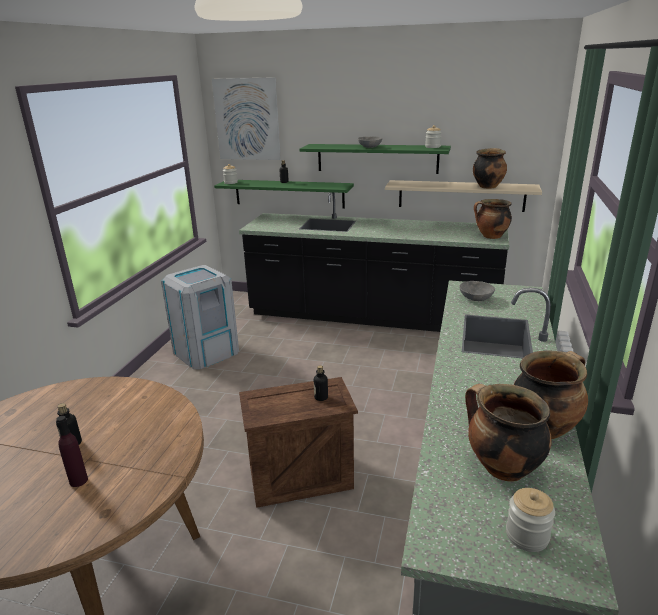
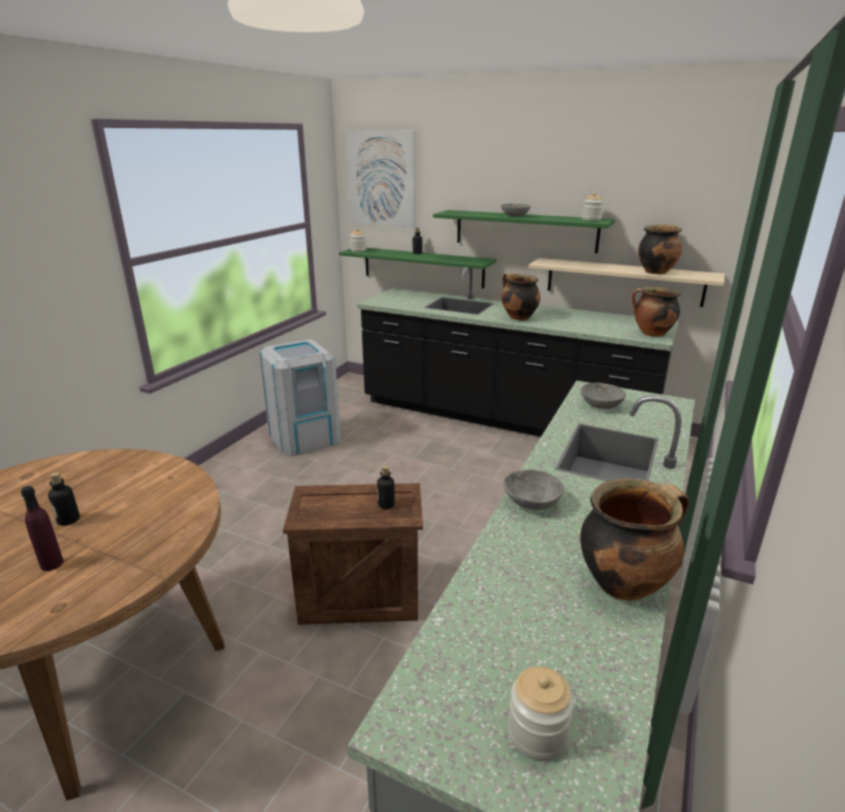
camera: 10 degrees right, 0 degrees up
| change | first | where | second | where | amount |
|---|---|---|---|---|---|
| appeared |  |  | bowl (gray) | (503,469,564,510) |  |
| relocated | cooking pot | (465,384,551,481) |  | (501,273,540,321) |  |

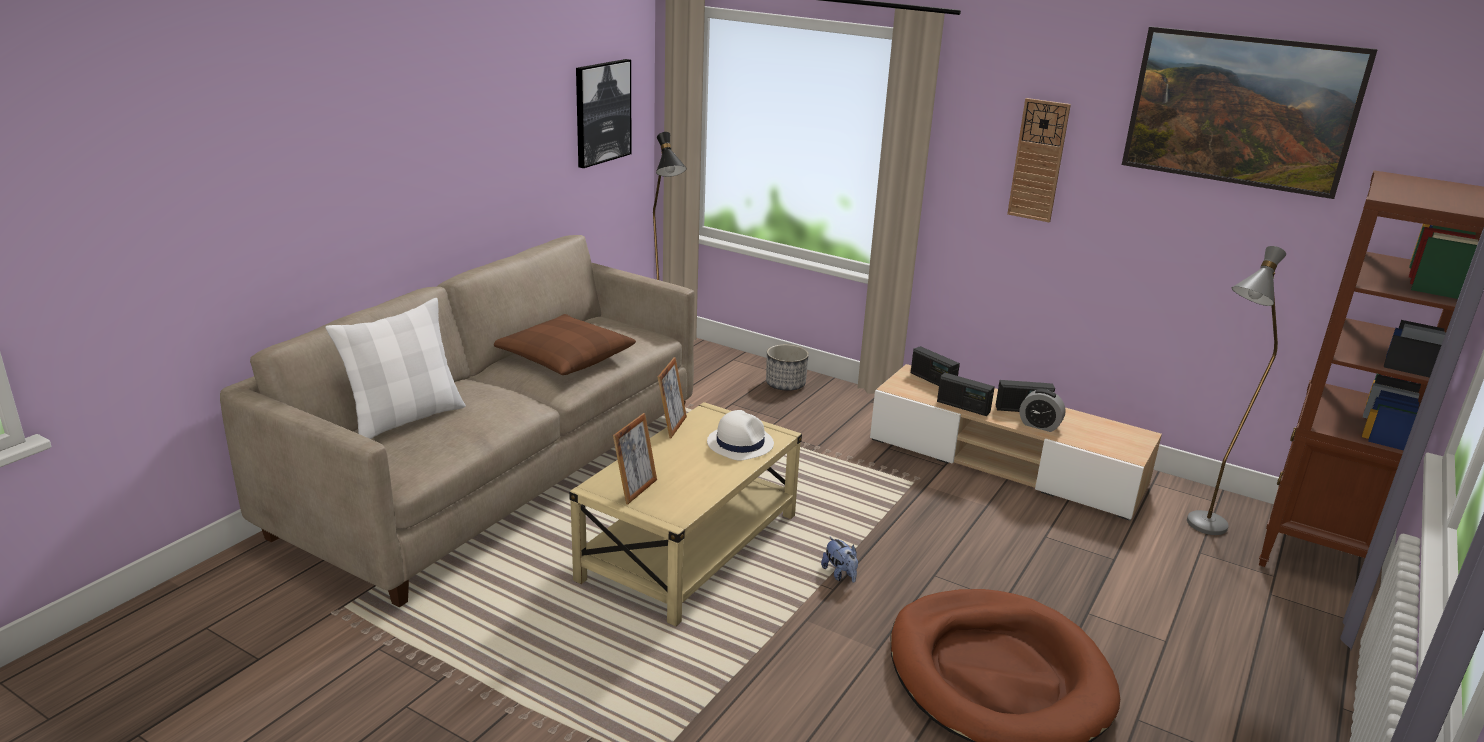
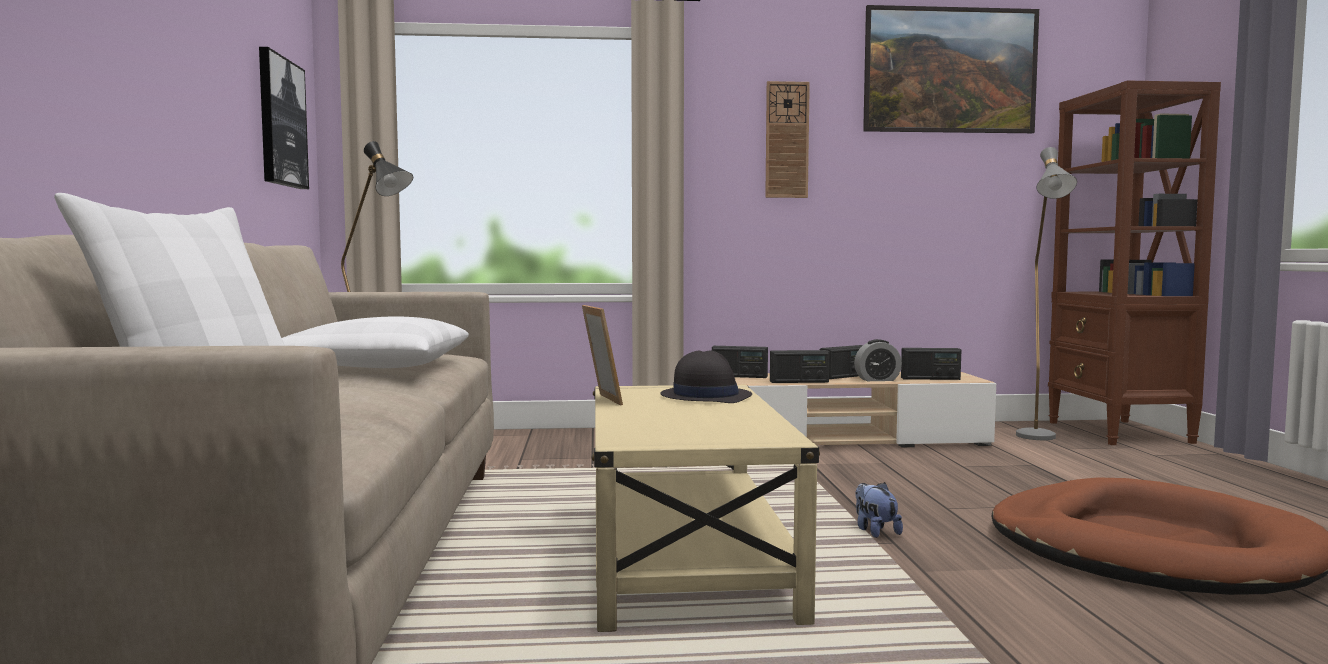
camera: 35 degrees left, 20 degrees down
| change | first | where | second | where | amount |
|---|---|---|---|---|---|
| missing | photo frame | (613,413,657,504) |  |  |  |
| missing | plant pot | (766,344,809,391) |  |  |  |
| appeared |  |  | radio set | (901,348,961,380) |  |
| colour | throw pillow (brown) | (494,314,636,375) | throw pillow (white-coloured) | (282,317,469,368) |  |
| colour | hat (white-coloured) | (707,410,774,460) | hat (blackish) | (660,350,752,403) |  |
| spun | cuddly toy | (821,536,858,583) |  | (855,482,903,538) | 135 degrees counterclockwise |

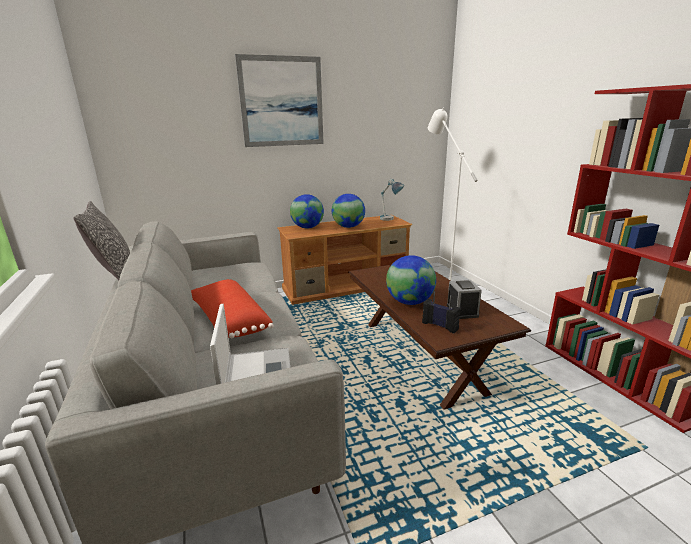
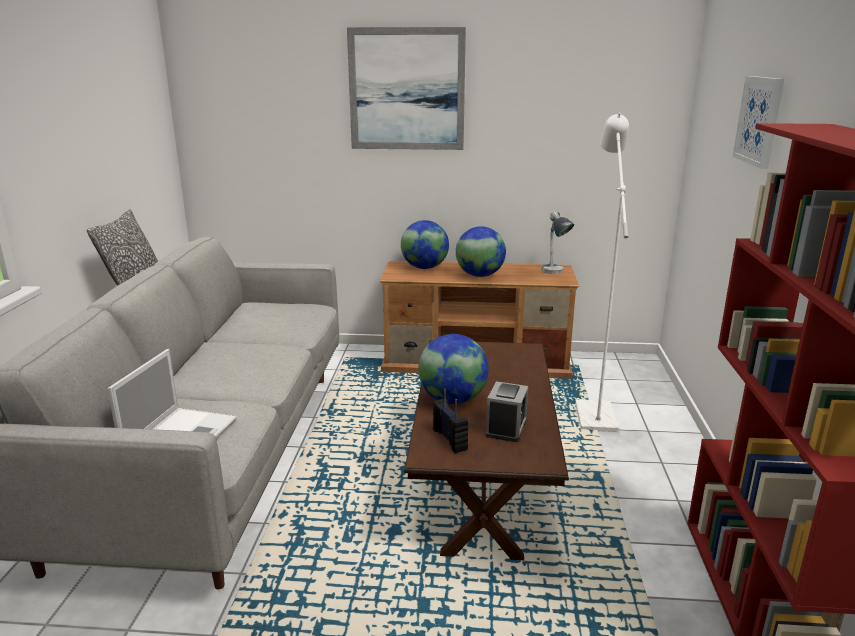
camera: 25 degrees right, 0 degrees up
| change | first | where | second | where | amount |
|---|---|---|---|---|---|
| missing | throw pillow (red) | (191,279,274,338) |  |  |  |
| appeared |  |  | wall picture | (733,76,784,169) |  |

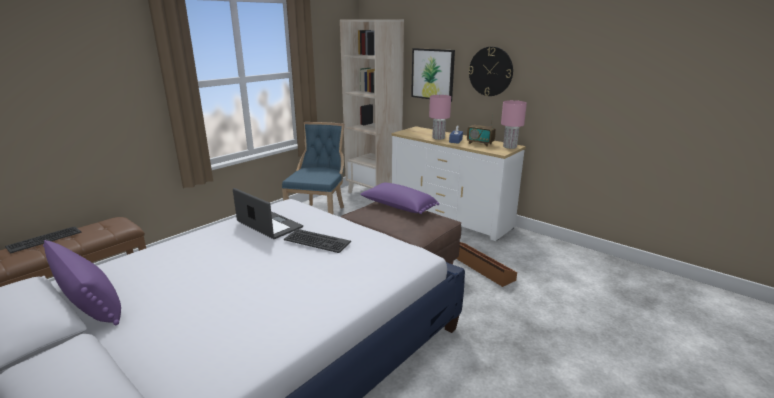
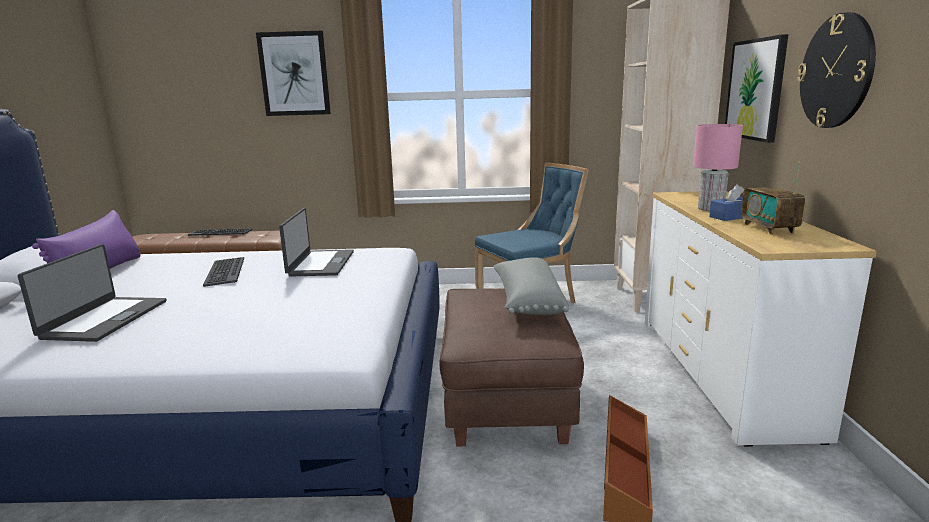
camera: 50 degrees right, 5 degrees down
| change | first | where | second | where | amount |
|---|---|---|---|---|---|
| missing | lamp for a table (pink) | (501,100,527,149) |  |  |  |
| appeared |  |  | notebook computer | (18,244,167,342) |  |
| appeared |  |  | wall picture | (256,31,331,116) |  |
| relocated | keyboard | (284,229,351,253) |  | (203,257,244,287) |  |
| colour | throw pillow (purple-coloured) | (360,183,439,214) | throw pillow (gray) | (493,257,569,315) |  |

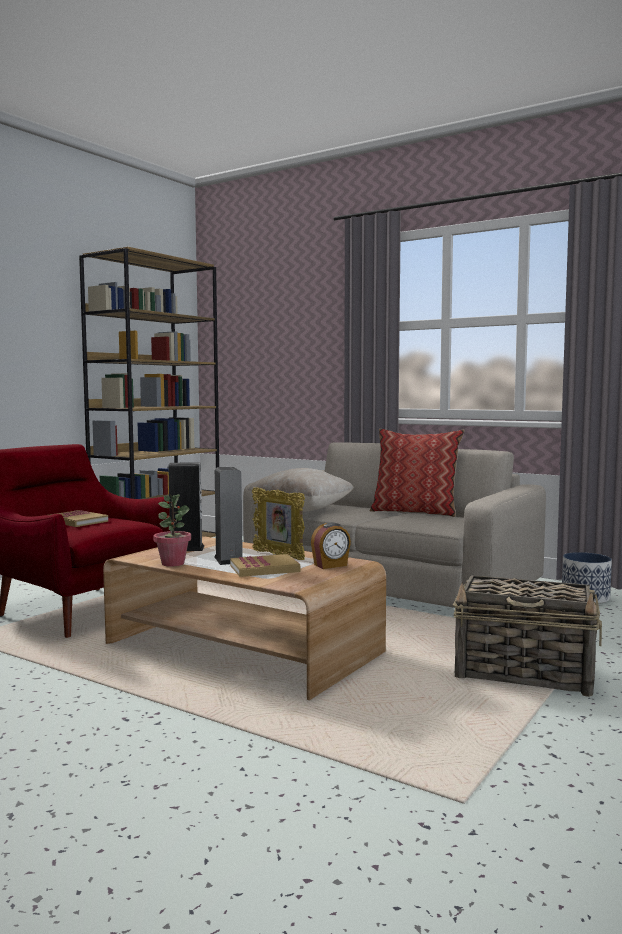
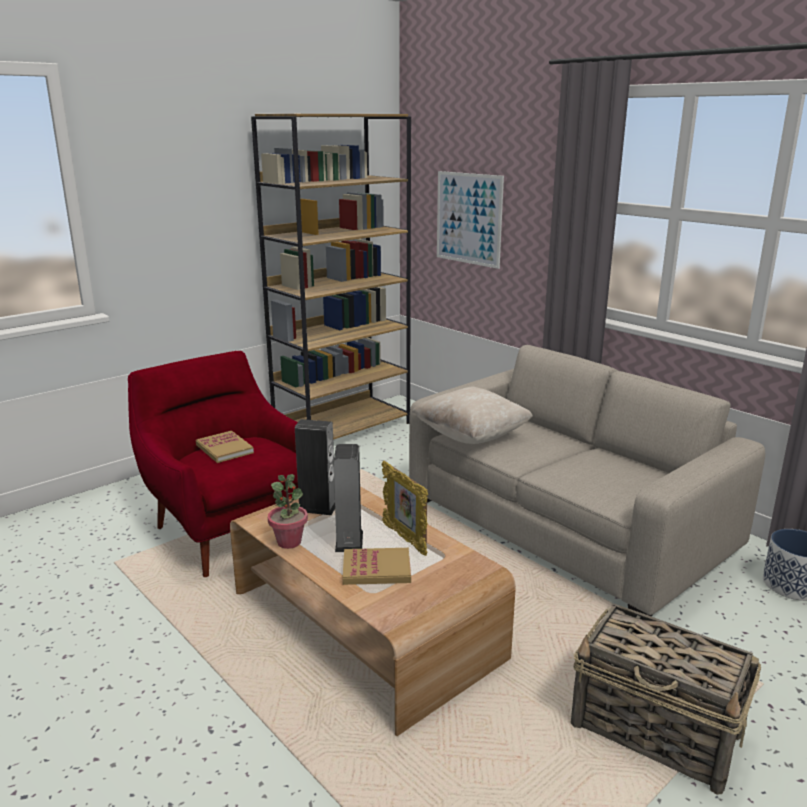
camera: 15 degrees right, 15 degrees up
| change | first | where | second | where | amount |
|---|---|---|---|---|---|
| missing | bedside clock | (311,522,351,569) |  |  |  |
| missing | throw pillow | (370,429,465,517) |  |  |  |
| appeared |  |  | wall picture | (437,171,504,269) |  |

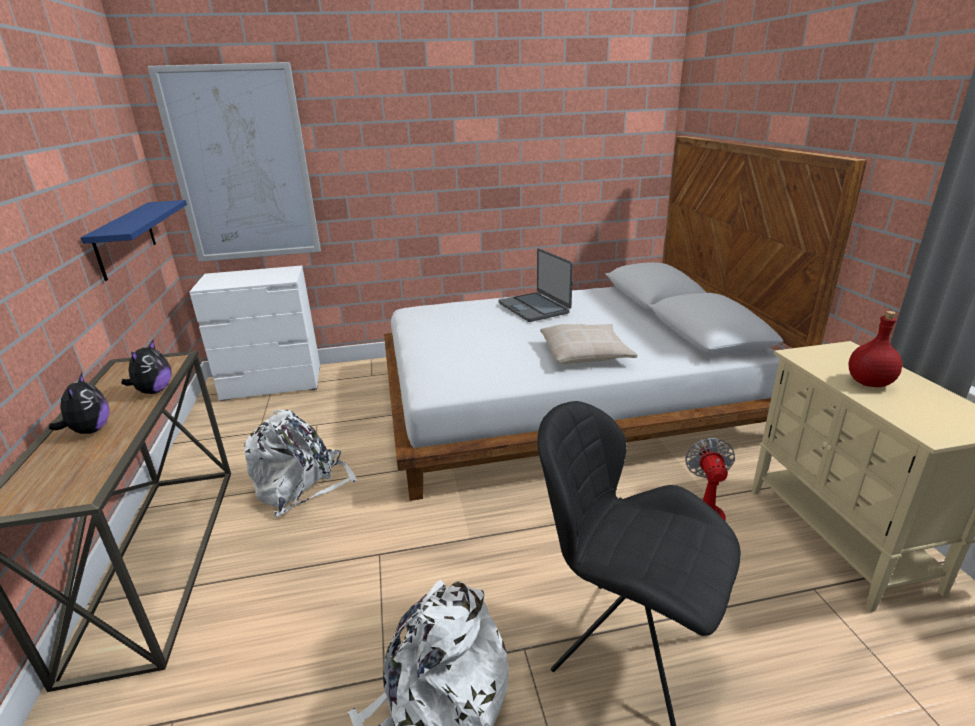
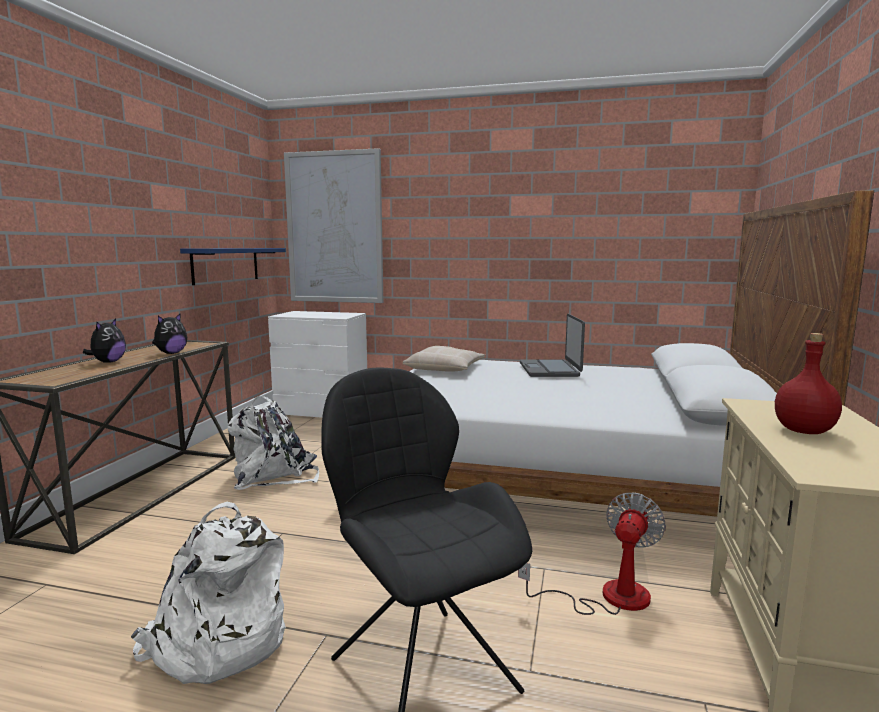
camera: 25 degrees right, 15 degrees down
| change | first | where | second | where | amount |
|---|---|---|---|---|---|
| relocated | throw pillow (beige) | (540,324,638,364) |  | (403,346,485,372) |  |

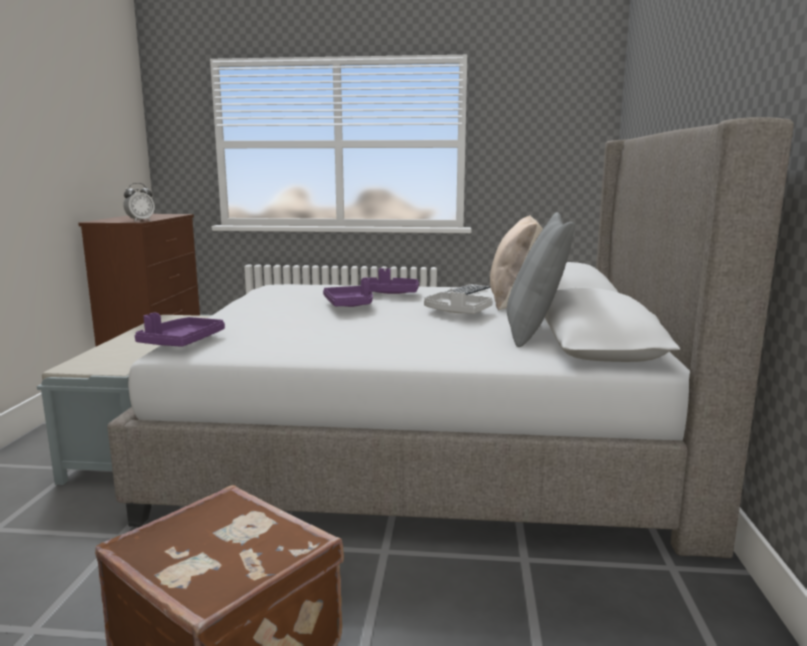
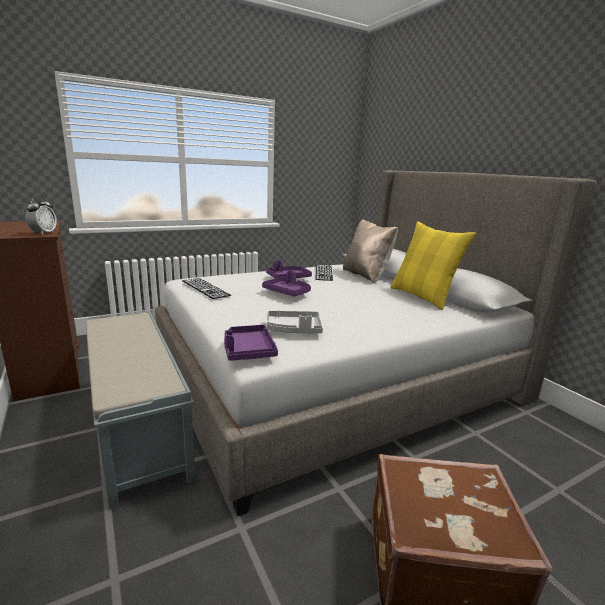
camera: 35 degrees left, 5 degrees up
| change | first | where | second | where | amount |
|---|---|---|---|---|---|
| appeared |  |  | keyboard | (182,278,231,299) |  |
| relocated | tray (gray) | (424,291,493,314) |  | (267,310,323,333) |  |
| colour | throw pillow (gray) | (507,212,575,347) | throw pillow (yellow-coloured) | (390,221,476,310) |  |

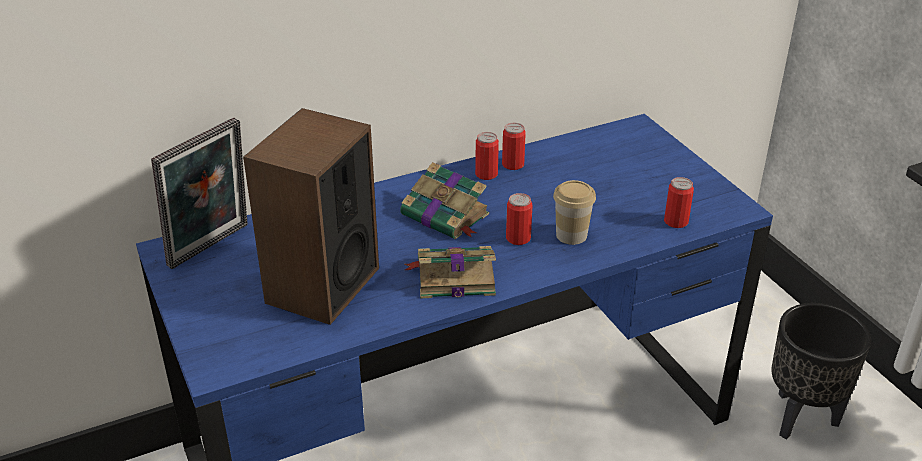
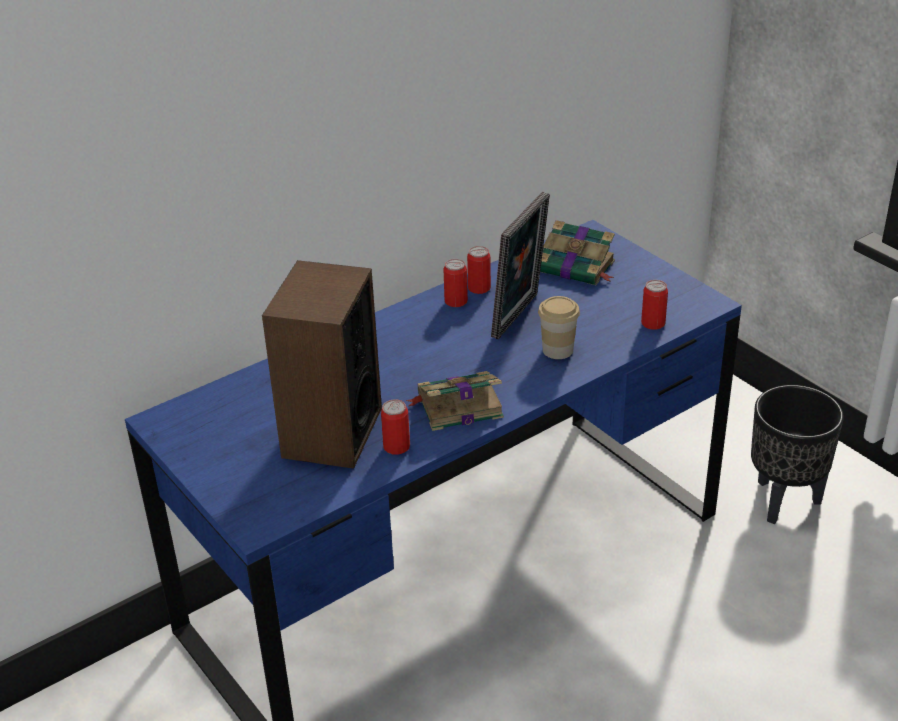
camera: 10 degrees left, 0 degrees up
| change | first | where | second | where | amount |
|---|---|---|---|---|---|
| relocated | photo frame | (151,118,248,269) |  | (491,192,550,339) |  |
| relocated | volume | (400,162,489,239) |  | (540,220,615,285) |  |
| relocated | sealed can | (506,193,533,245) |  | (381,399,410,455) |  |

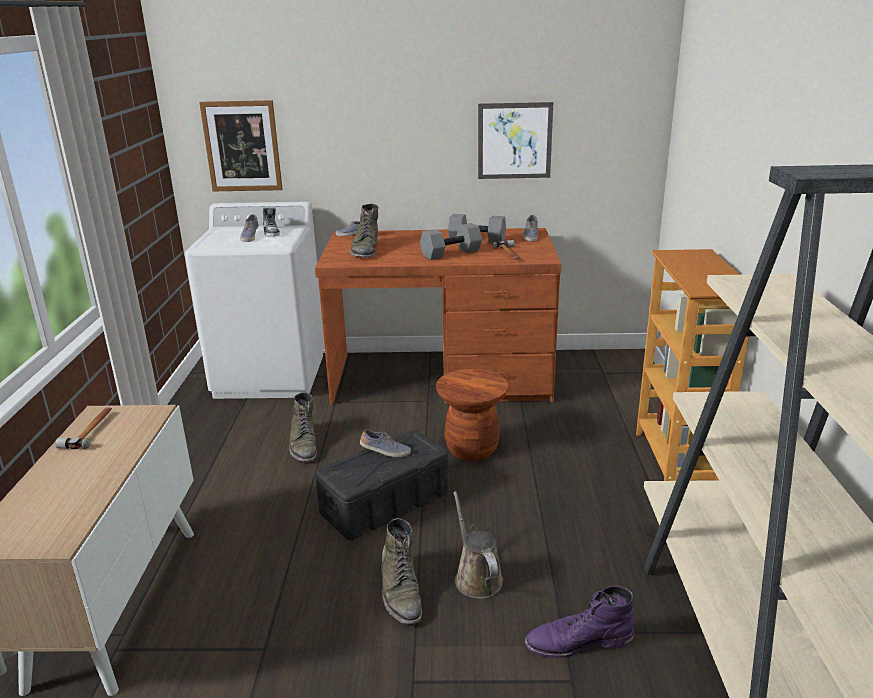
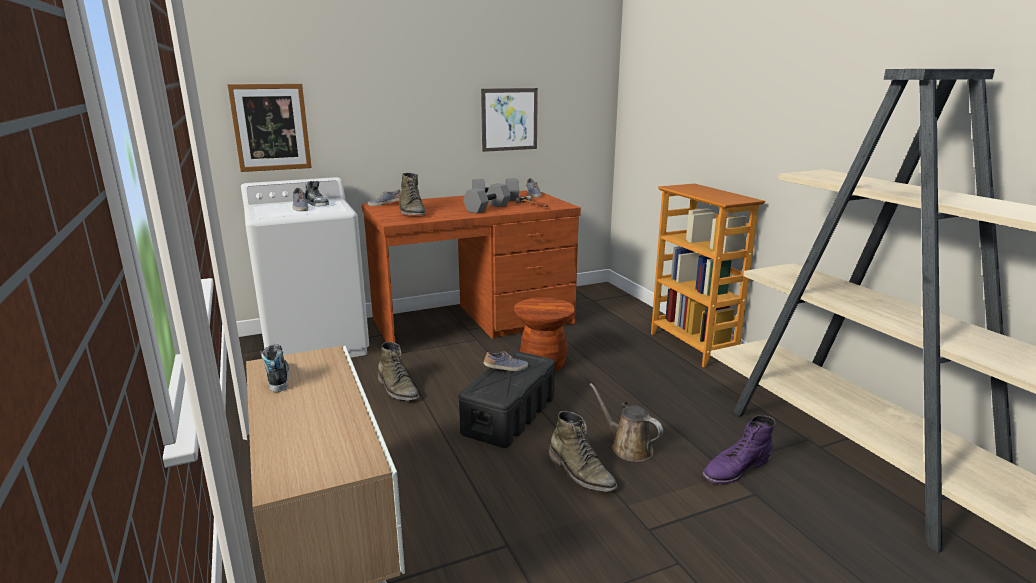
camera: 25 degrees left, 5 degrees down
| change | first | where | second | where | amount |
|---|---|---|---|---|---|
| exchanged | hammer | (55,407,112,449) | shoe | (260,344,290,392) |  |

